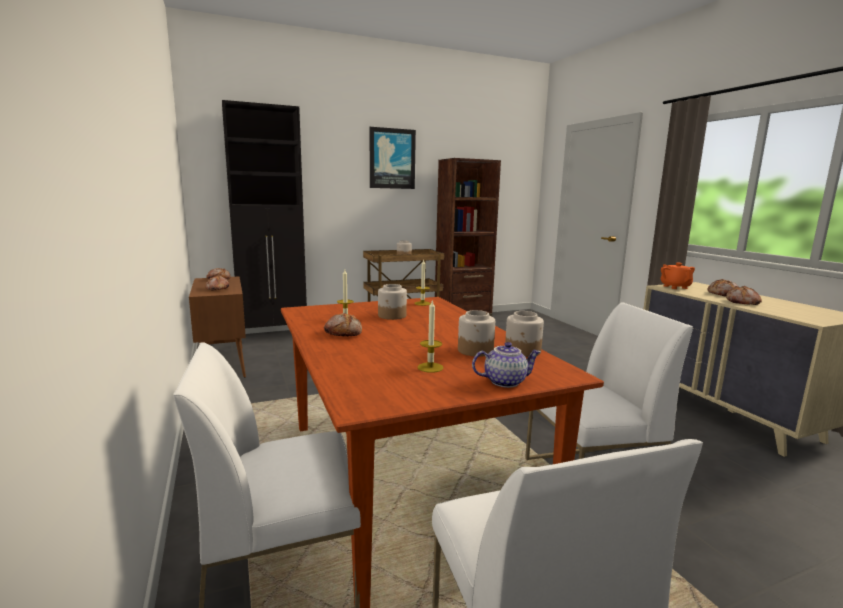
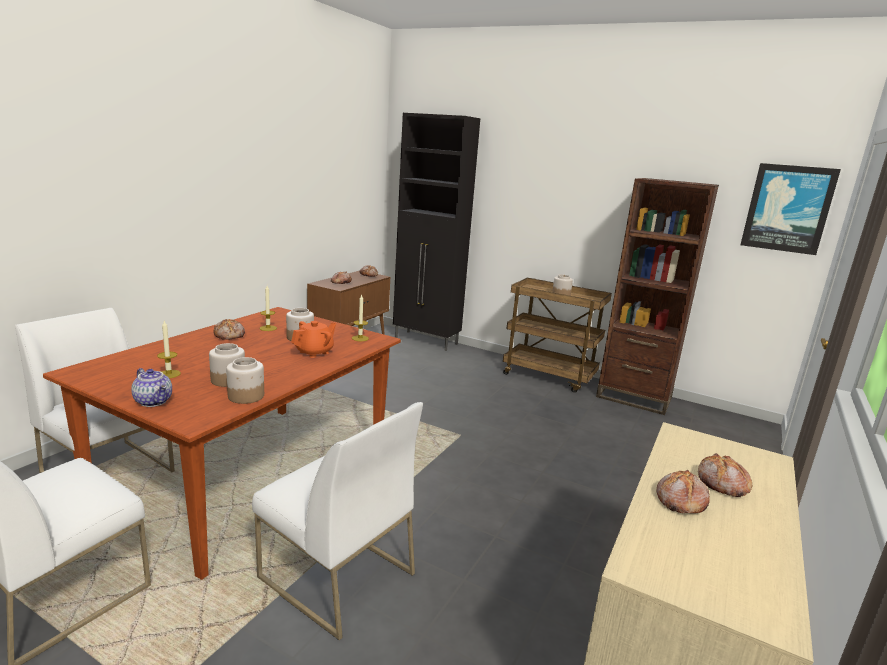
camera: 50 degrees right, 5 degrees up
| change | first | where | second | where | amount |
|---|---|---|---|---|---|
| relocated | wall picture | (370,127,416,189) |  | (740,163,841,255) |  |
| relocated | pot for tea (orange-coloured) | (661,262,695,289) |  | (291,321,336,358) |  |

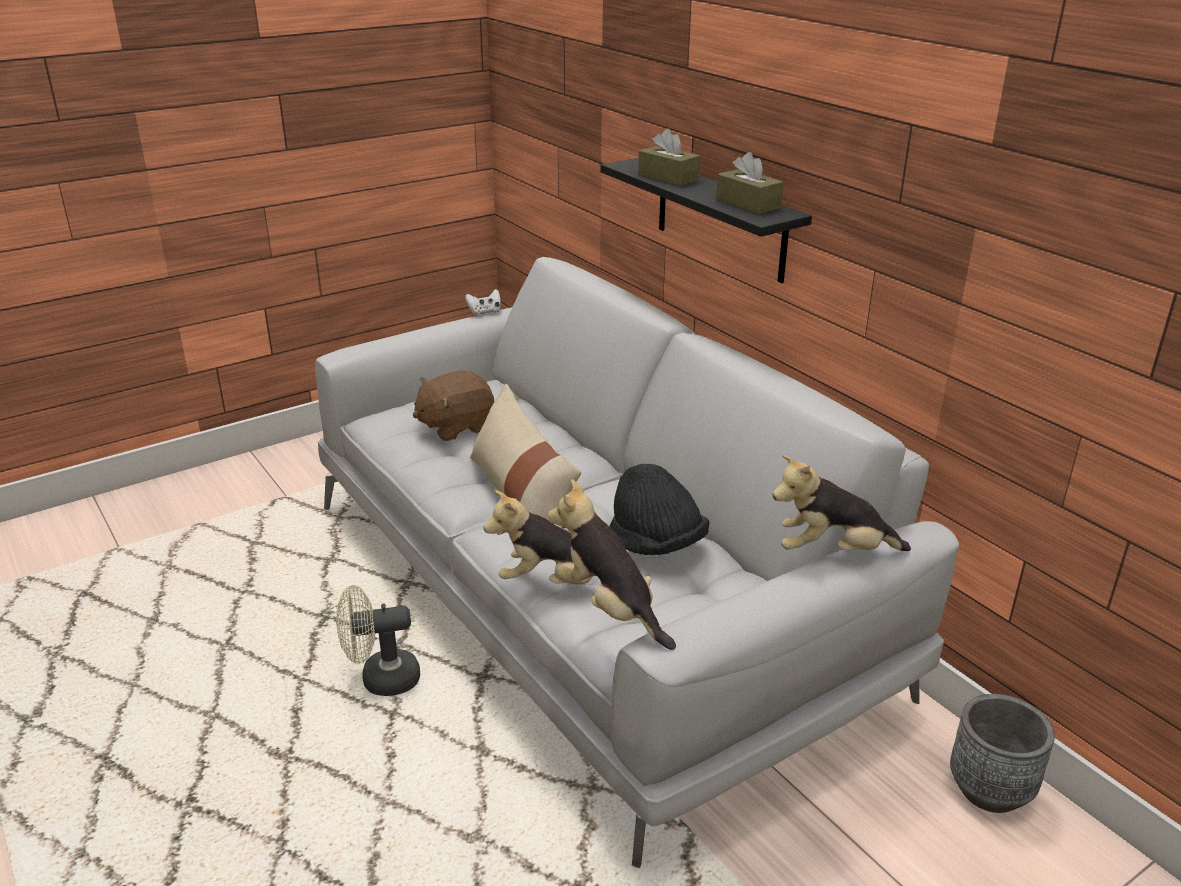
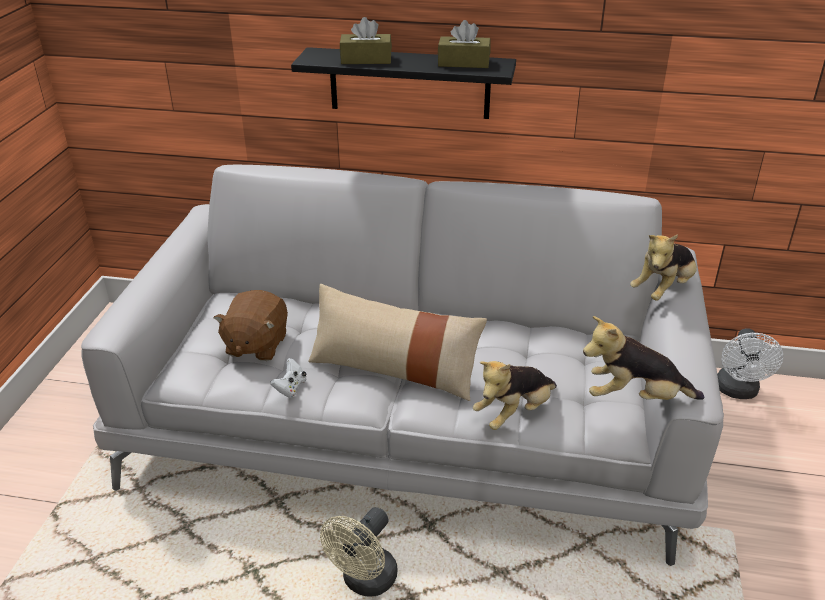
camera: 45 degrees left, 5 degrees up
| change | first | where | second | where | amount |
|---|---|---|---|---|---|
| missing | hat (blackish) | (610,463,709,555) |  |  |  |
| relocated | gamepad (white-coloured) | (465,289,501,316) |  | (270,358,306,398) |  |
| exchanged | plant pot (gray) | (950,694,1055,813) | electric fan (white-coloured) | (717,328,783,399) |  |

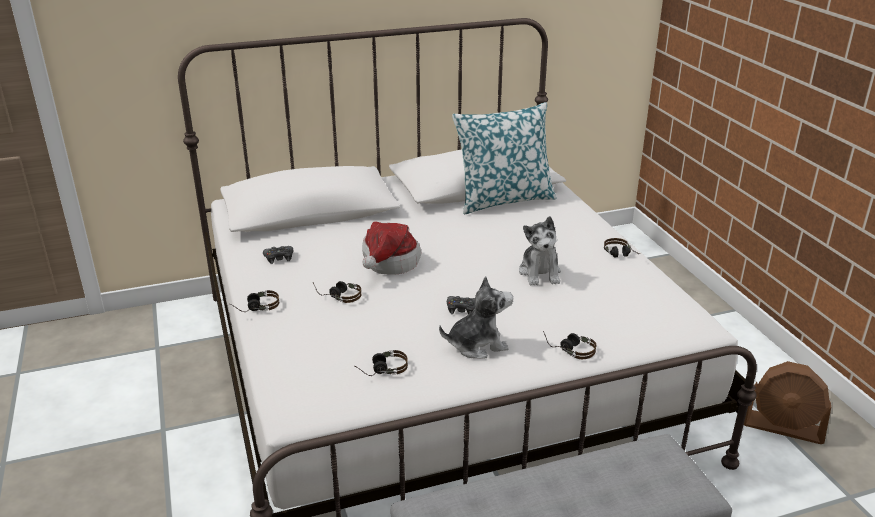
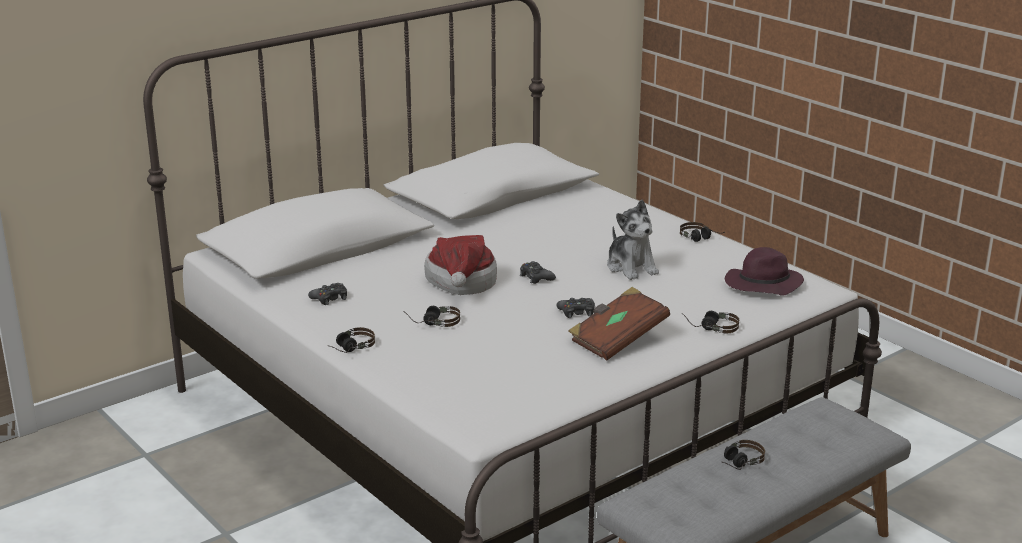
camera: 20 degrees left, 5 degrees down
| change | first | where | second | where | amount |
|---|---|---|---|---|---|
| missing | throw pillow | (452,102,556,214) |  |  |  |
| missing | electric fan (brown) | (744,361,831,444) |  |  |  |
| appeared |  |  | gamepad (blackish) | (520,261,556,284) |  |
| appeared |  |  | hat (purple-coloured) | (725,247,804,296) |  |
| relocated | headset | (354,350,408,376) |  | (722,440,765,470) |  |
| exchanged | cuddly toy | (439,276,513,359) | volume (brown) | (568,287,670,361) |  |

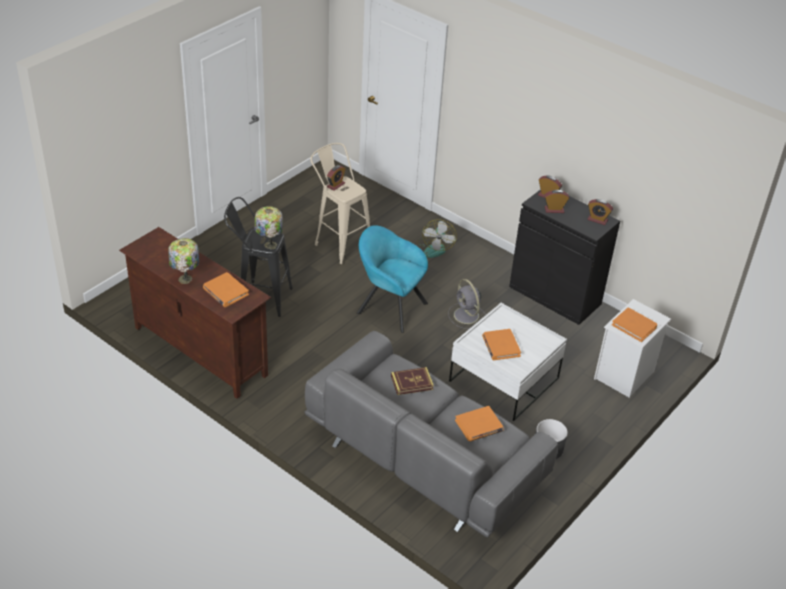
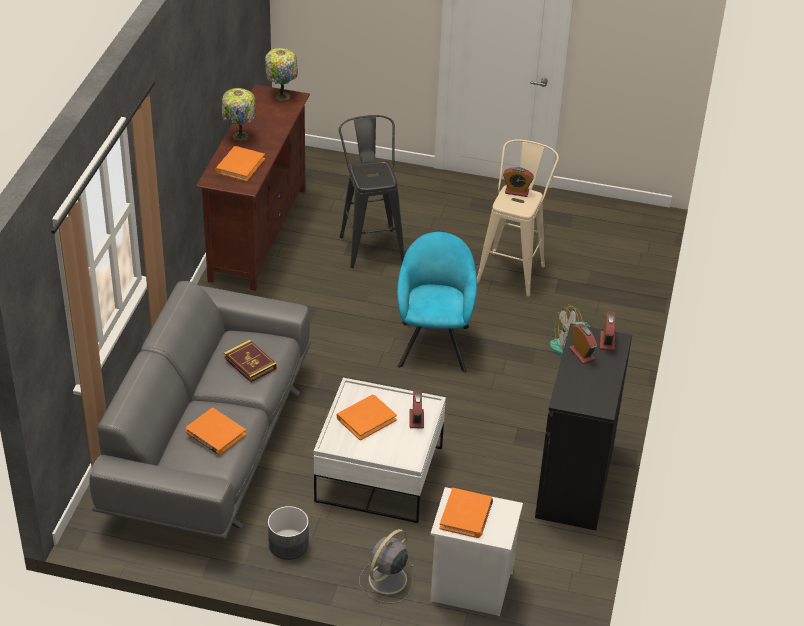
camera: 65 degrees right, 0 degrees up
| change | first | where | second | where | amount |
|---|---|---|---|---|---|
| relocated | lamp for a table | (254,206,283,250) |  | (265,48,298,101) |  |
| relocated | electric fan (gray) | (448,279,486,329) |  | (359,529,415,603) |  |
| relocated | bedside clock | (587,199,613,225) |  | (409,390,424,428) |  |

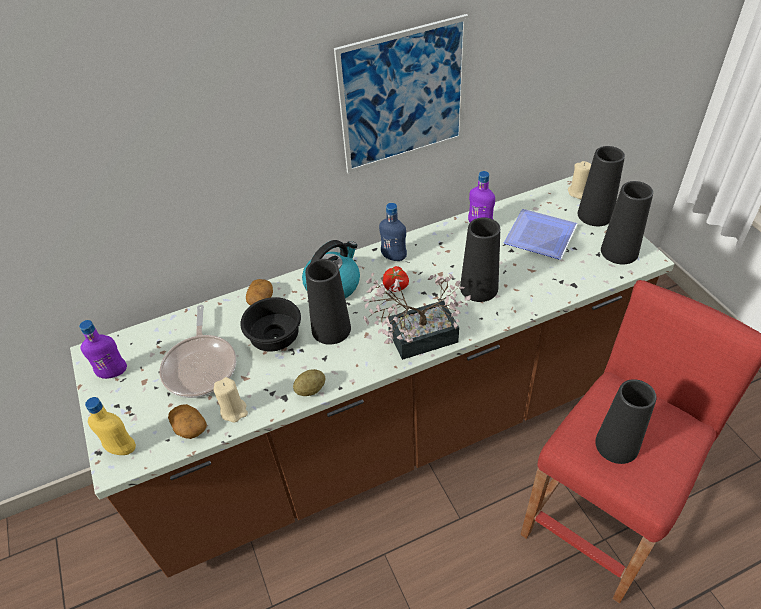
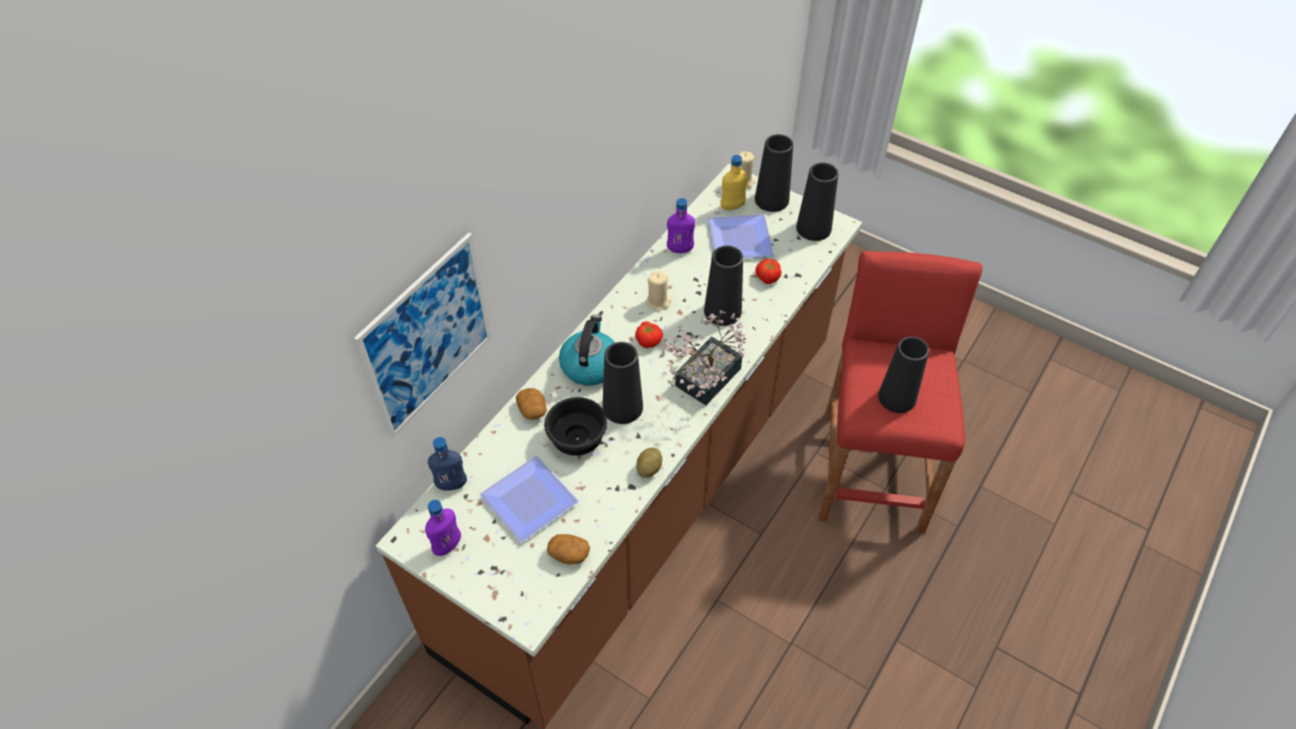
camera: 35 degrees left, 5 degrees up
| change | first | where | second | where | amount |
|---|---|---|---|---|---|
| appeared |  |  | fresh tomato | (755,259,782,284) |  |
| relocated | beverage bottle (yellow-coloured) | (85,397,136,455) |  | (721,155,748,210) |  |
| relocated | wax candle (beige) | (213,377,248,422) |  | (645,271,671,310) |  |
| relocated | wall picture | (334,14,468,174) |  | (354,232,492,439) |  |
| relocated | beverage bottle (bluish) | (379,203,407,261) |  | (428,437,467,491) |  |
| exchanged | pan | (159,305,236,398) | plate | (480,456,578,542) |  |

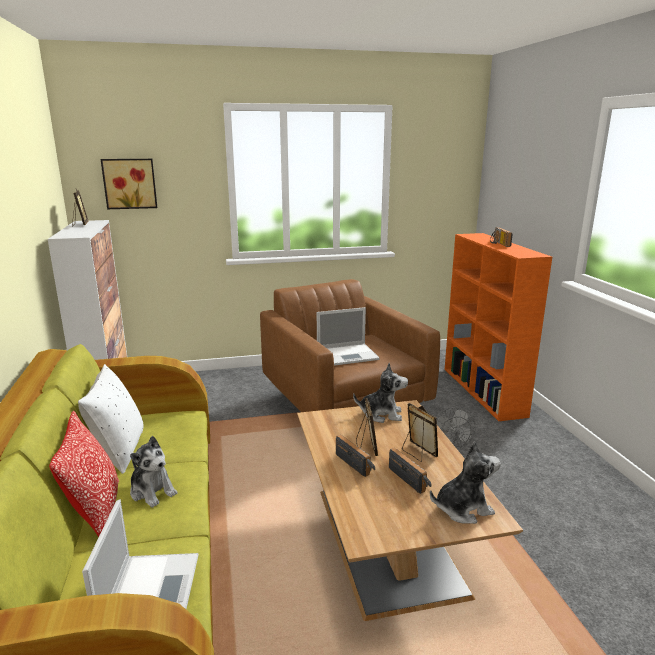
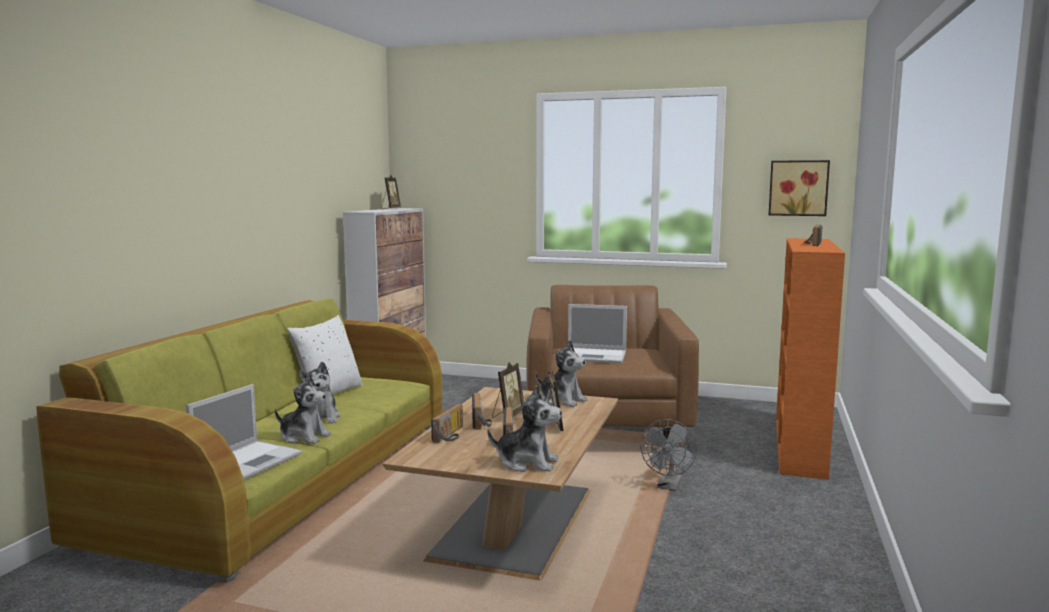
camera: 30 degrees right, 10 degrees down
| change | first | where | second | where | amount |
|---|---|---|---|---|---|
| missing | throw pillow | (49,411,119,537) |  |  |  |
| appeared |  |  | cuddly toy | (275,374,331,444) |  |
| appeared |  |  | radio set | (431,404,463,443) |  |
| relocated | wall picture | (101,159,157,209) |  | (769,160,830,216) |  |

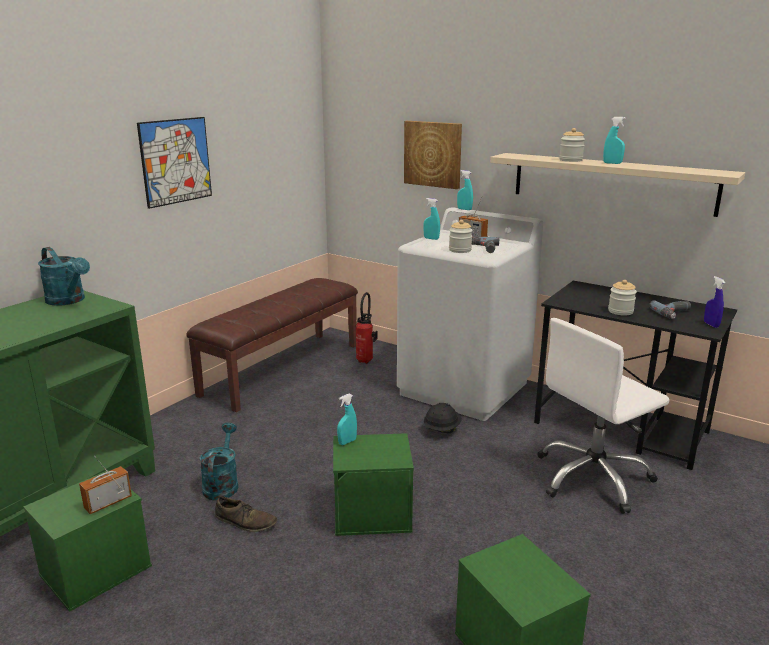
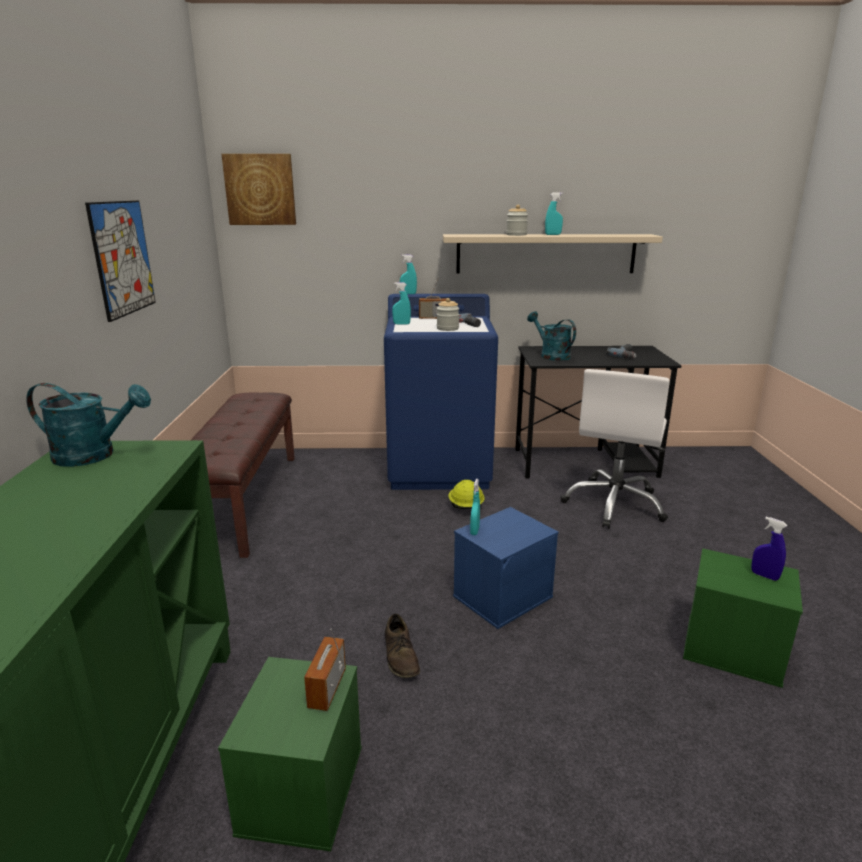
camera: 35 degrees left, 0 degrees up
| change | first | where | second | where | amount |
|---|---|---|---|---|---|
| missing | fire extinguisher | (356,292,378,364) |  |  |  |
| missing | preserve jar | (608,280,637,315) |  |  |  |
| relocated | watering pot (blue-green) | (200,423,238,501) |  | (527,311,576,361) |  |
| relocated | wall picture | (404,121,462,189) |  | (222,154,296,225) |  |
| relocated | sprayer (bluish) | (704,276,725,328) |  | (751,517,787,581) |  |
| colour | storage box (green) | (333,433,414,536) | storage box (bluish) | (453,507,558,629) |  |
| colour | washing machine (white-coloured) | (397,207,543,421) | washing machine (bluish) | (384,294,498,490) |  |
| colour | work helmet (blackish) | (424,403,462,433) | work helmet (yellow-coloured) | (448,480,485,509) |  |
| spun | shoe (brown) | (215,496,277,532) |  | (385,614,420,678) | 90 degrees clockwise |

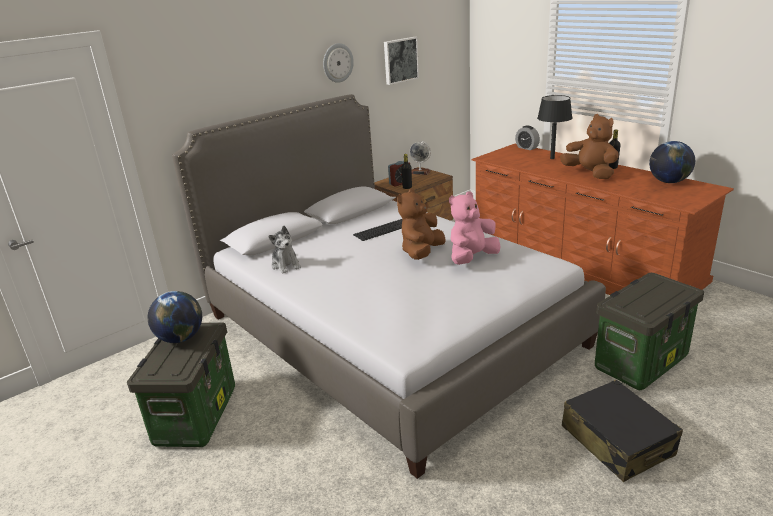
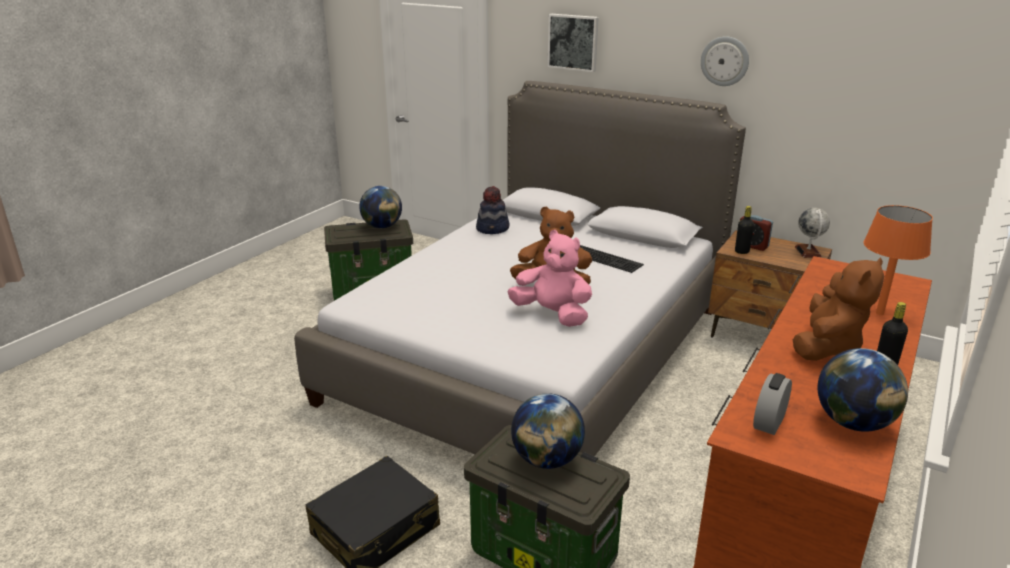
camera: 70 degrees right, 0 degrees up
| change | first | where | second | where | amount |
|---|---|---|---|---|---|
| appeared |  |  | world globe | (511,393,585,469) |  |
| relocated | wall picture | (384,37,419,85) |  | (548,14,599,72) |  |
| relocated | bedside clock | (515,126,540,150) |  | (753,373,792,435) |  |
| exchanged | cuddly toy | (268,226,301,274) | hat | (476,186,509,234) |  |
| colour | lamp for a table (blackish) | (537,95,572,159) | lamp for a table (orange-coloured) | (863,205,933,315) |  |

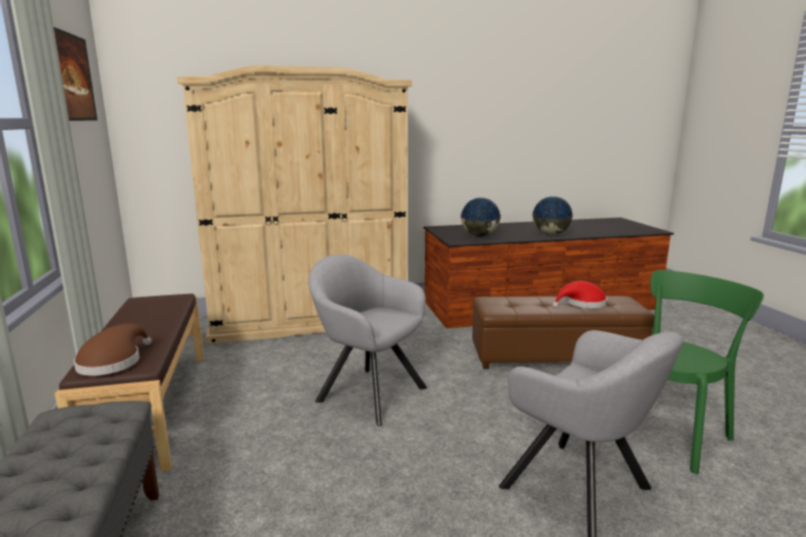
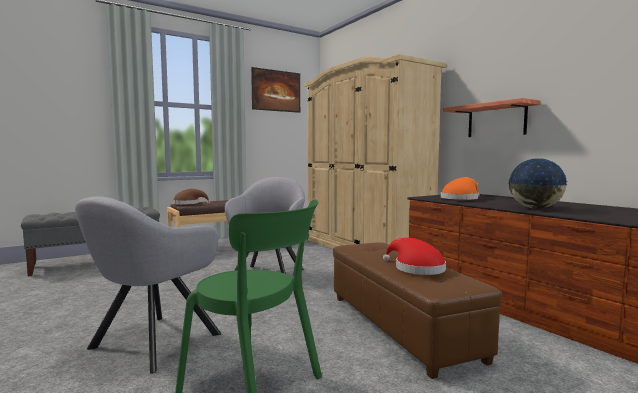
camera: 70 degrees right, 10 degrees down
| change | first | where | second | where | amount |
|---|---|---|---|---|---|
| appeared |  |  | wall shelf | (443,98,540,137) |  |
| exchanged | world globe | (460,198,501,237) | hat (orange-coloured) | (441,177,480,200) |  |

